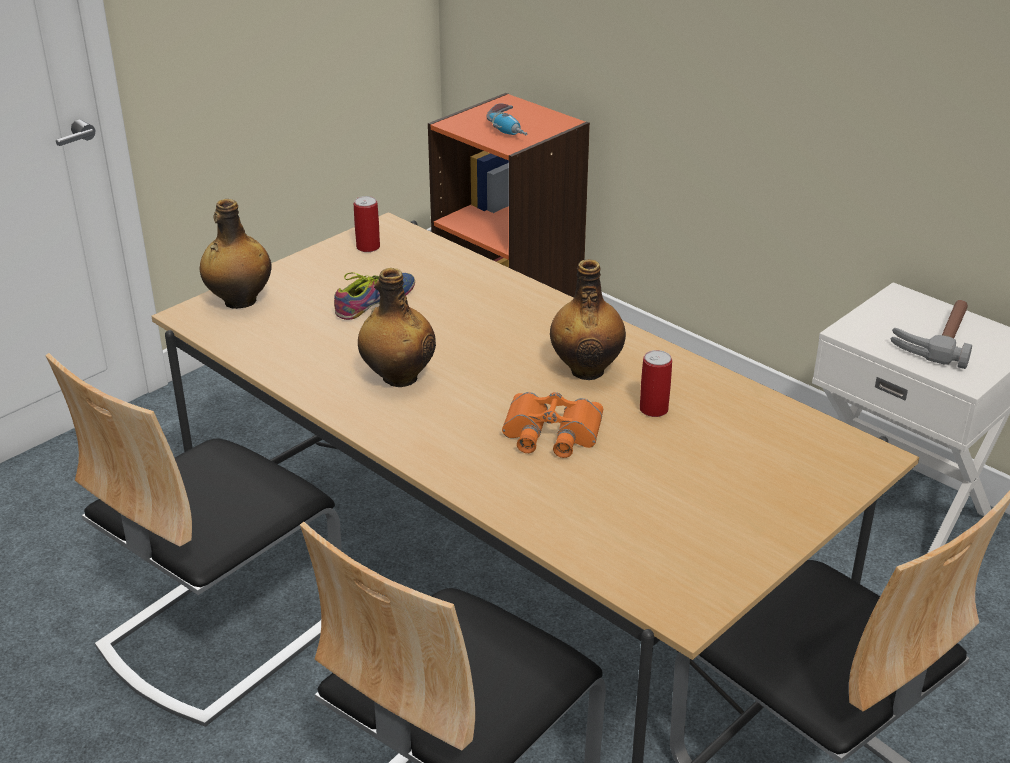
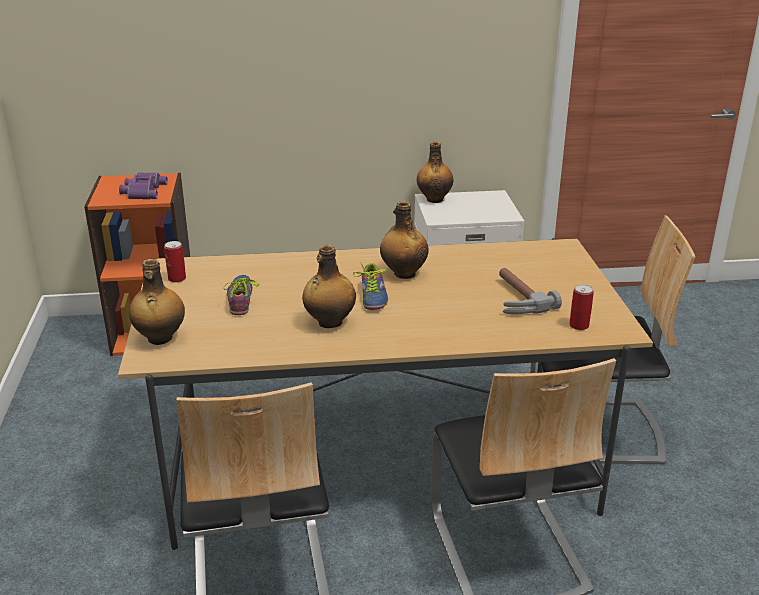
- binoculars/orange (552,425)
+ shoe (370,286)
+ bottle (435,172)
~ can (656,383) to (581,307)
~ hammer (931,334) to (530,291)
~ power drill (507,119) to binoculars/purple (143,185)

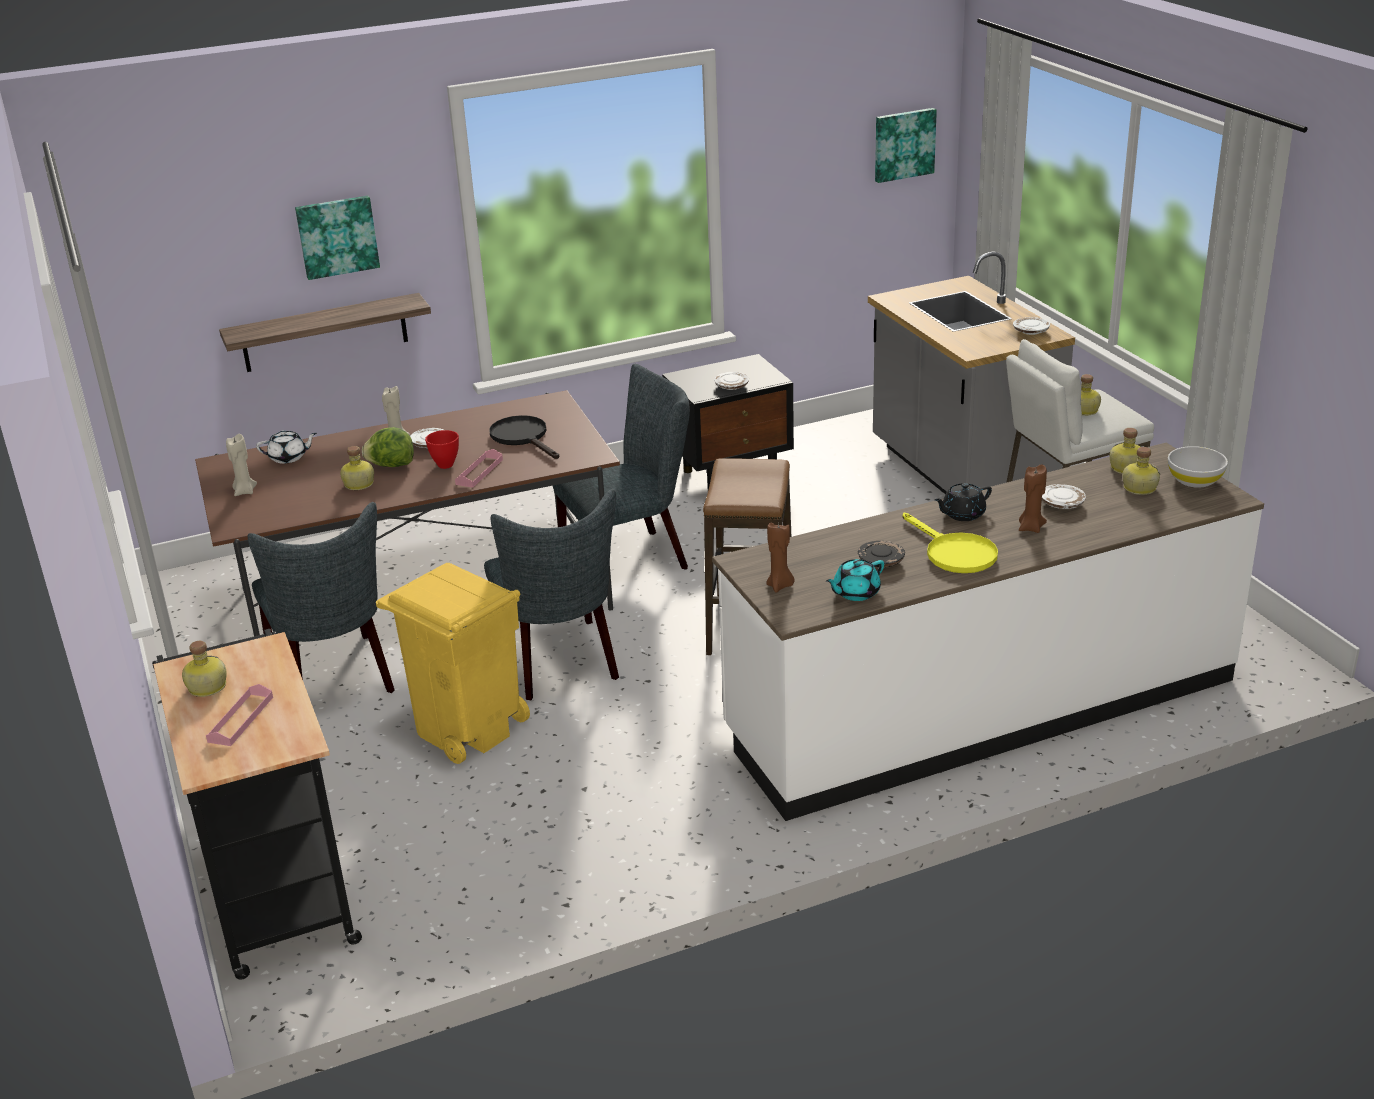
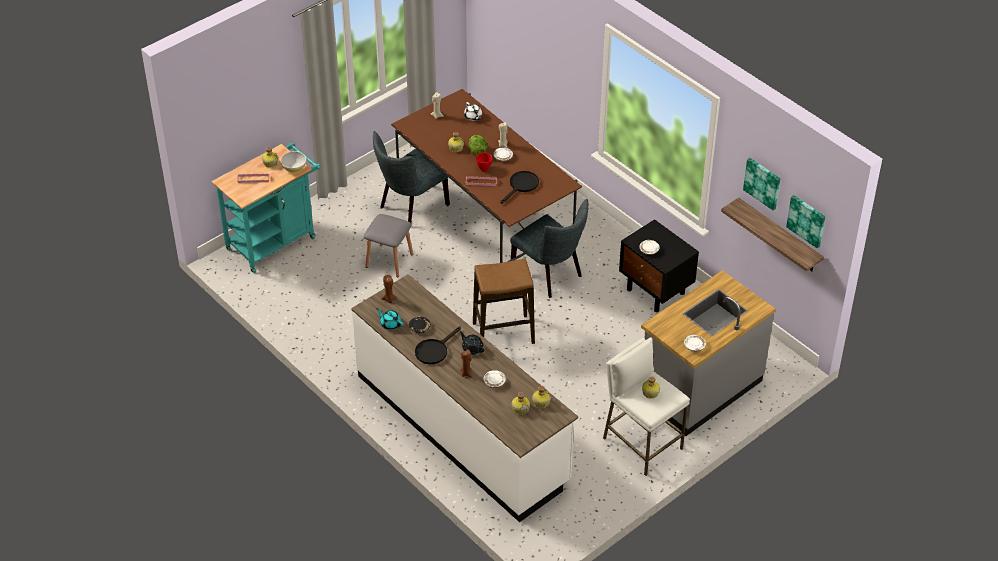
- chair/grey (551,594)
~ shelf (325,332) to (772,234)
~ picture (337,238) to (761,184)
~ bowl/white (1198,467) to (293,161)
~ trash can/yellow (453,663) to stool/grey (388,245)
~ cart/black (257,804) to cart/turquoise (266,208)
~ frying pan/yellow (950,543) to frying pan/black (438,345)

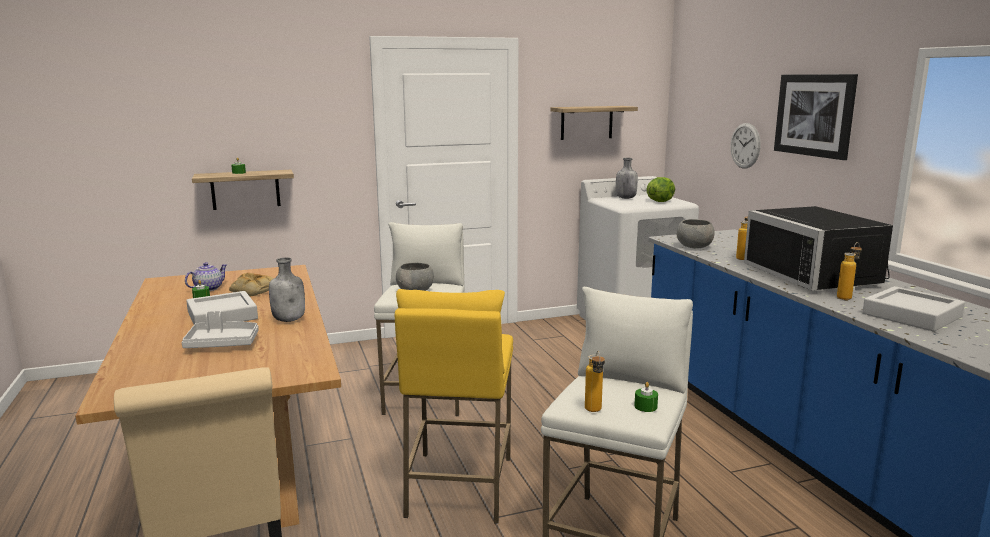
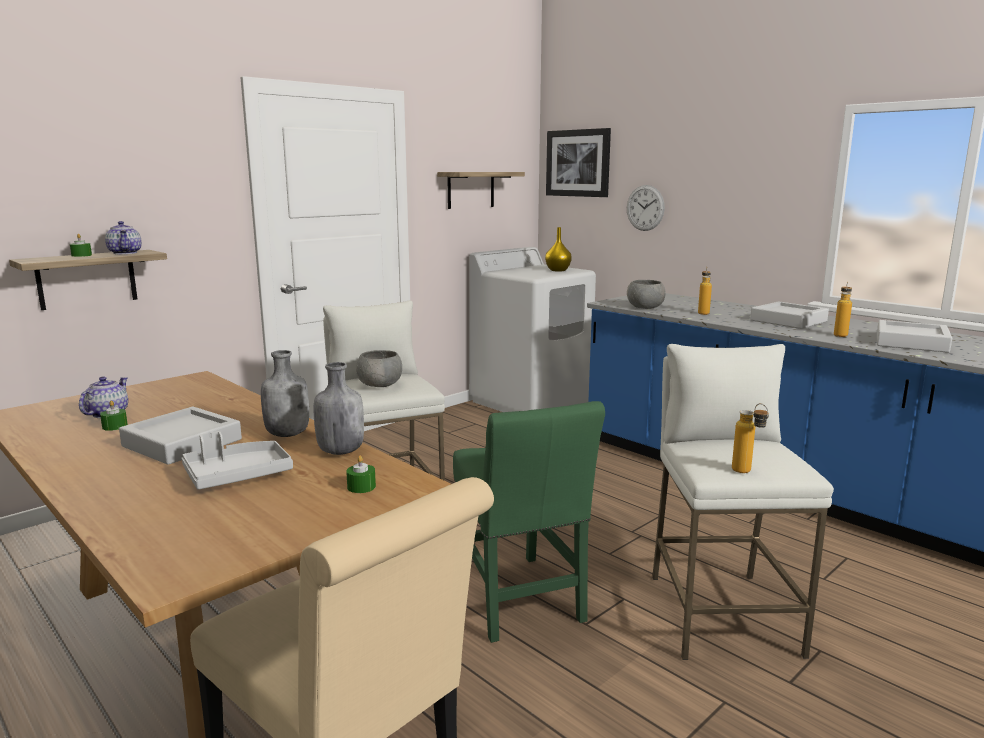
- bread (251,284)
+ teapot (123,237)
~ bottle/grey (627,178) to (339,408)
~ candle/green (646,397) to (361,474)
~ picture (816,117) to (578,162)
~ stool/yellow (454,406) to chair/green (529,522)
~ lettuce (661,189) to vase/yellow (558,249)
~ microwave/black (818,248) to tray/grey (789,315)

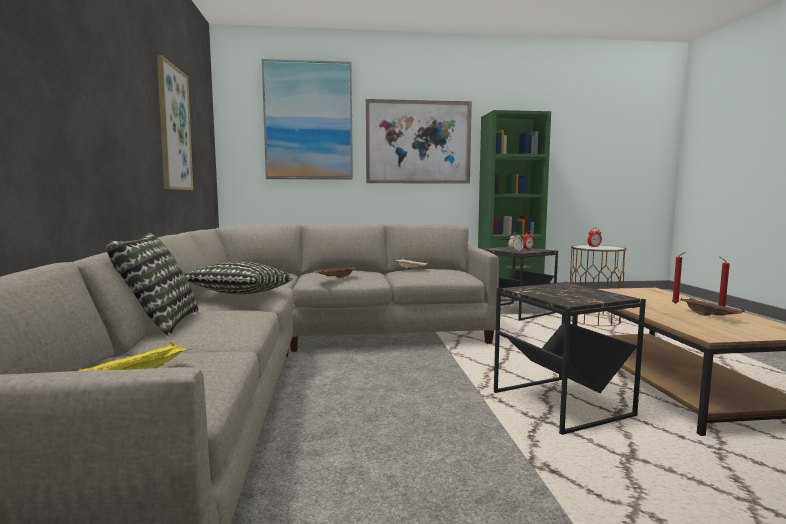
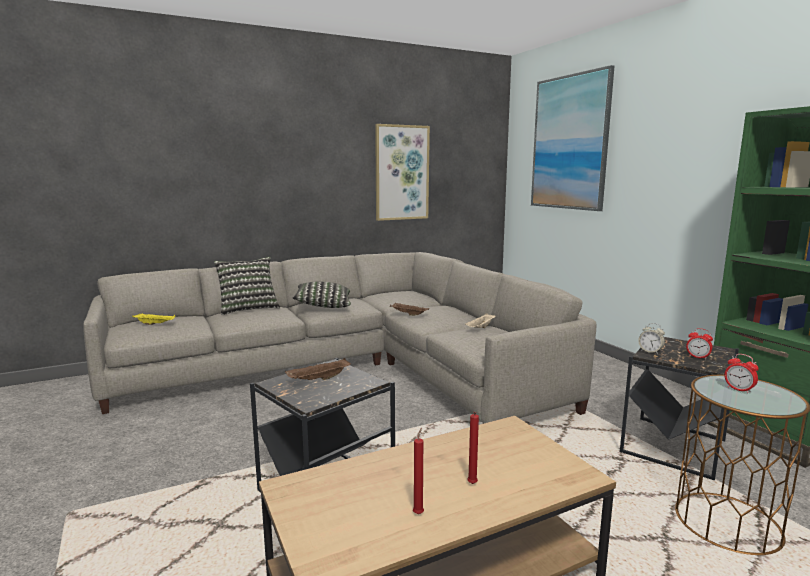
- picture (419,141)
~ tray/brown (712,307) to (318,369)

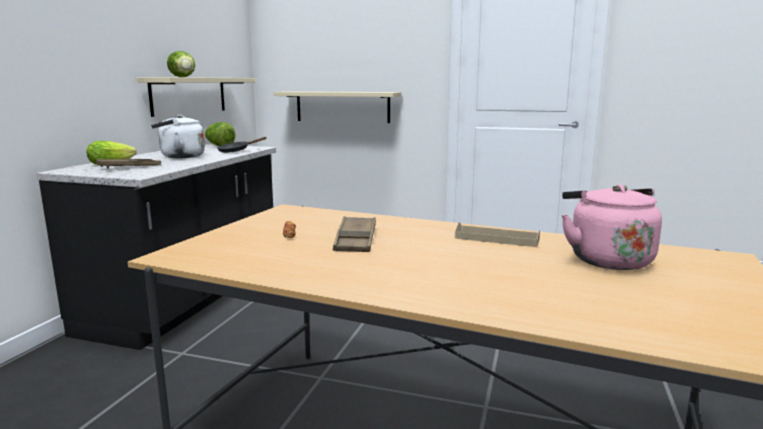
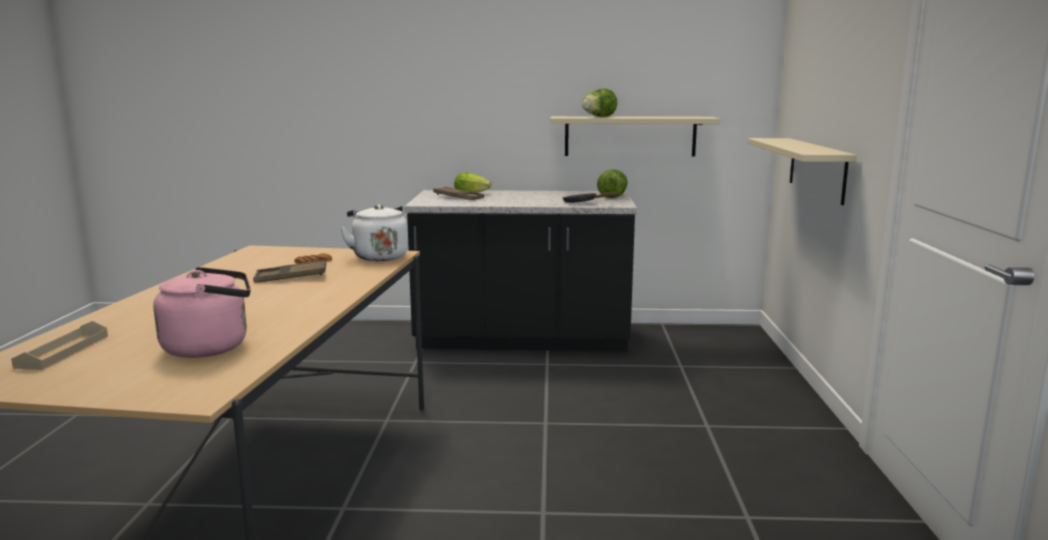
~ kettle/white (178,136) to (374,232)
~ tray/beige (497,234) to (59,345)

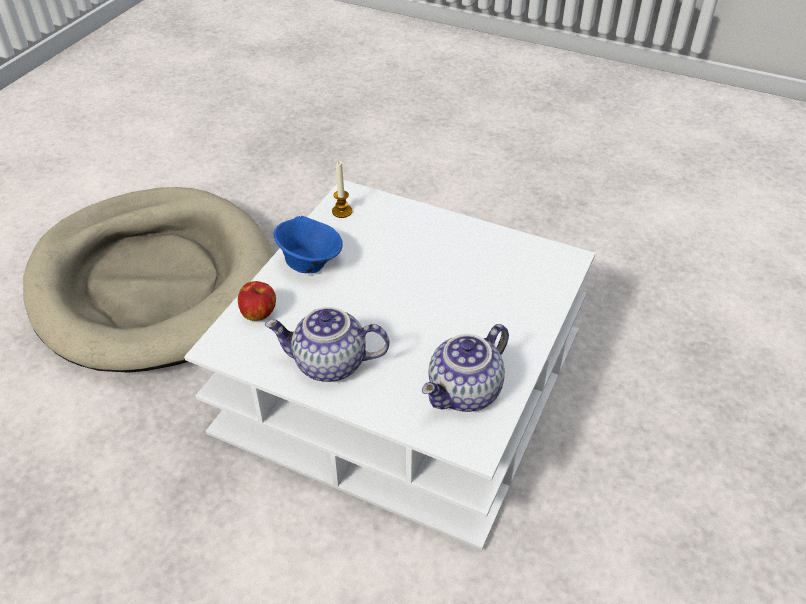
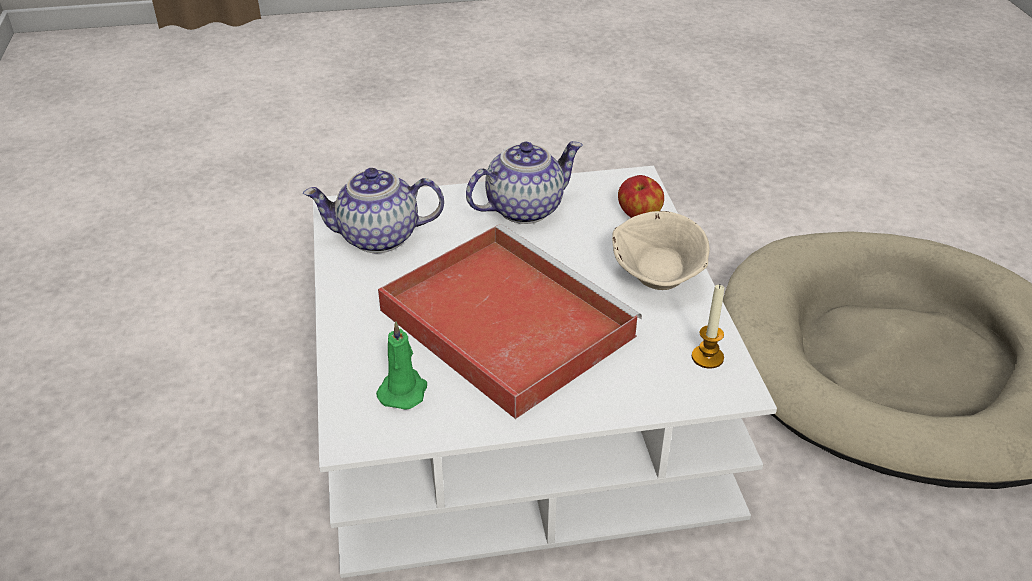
+ candle/green (401,365)
+ tray/red (510,321)
~ bowl/blue (308,244) to bowl/beige (661,250)
~ teapot (465,368) = (373,210) 105 degrees counterclockwise

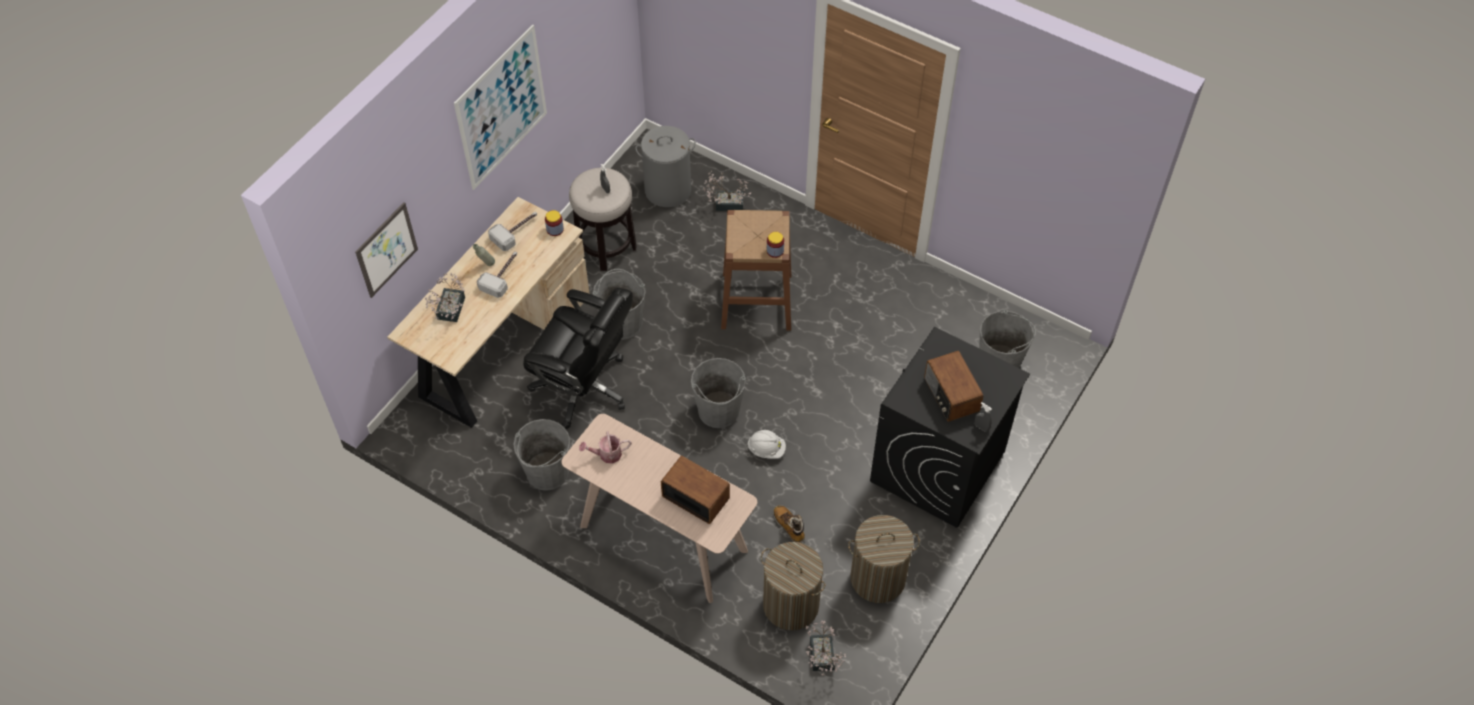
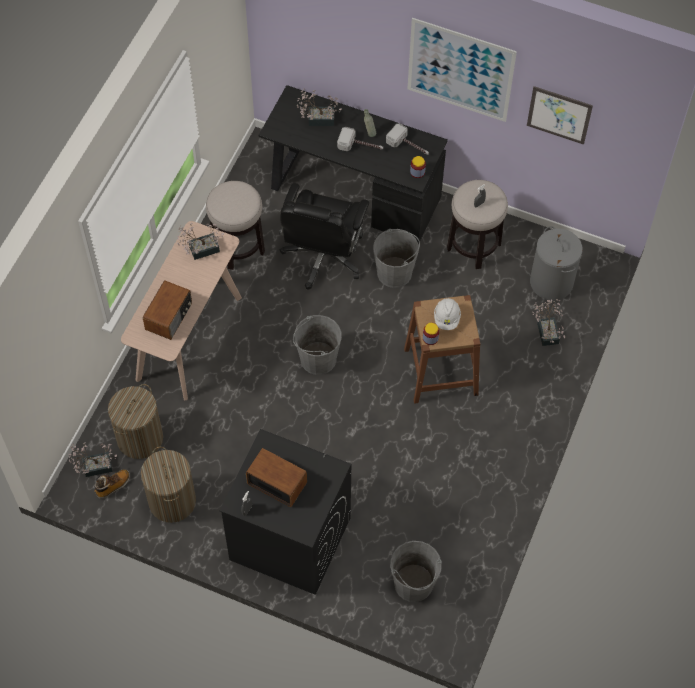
~ picture (386,250) to (560,115)
~ hard hat/white (766,444) to (447,314)
~ boot (789,524) to (112,484)
~ bucket/grey (541,455) to stool (235,225)
~ watering can (605,447) to potted plant (200,241)
~ desk/beige (488,312) to desk/black (353,164)
~ radio (953,386) = (276,477) 60 degrees clockwise

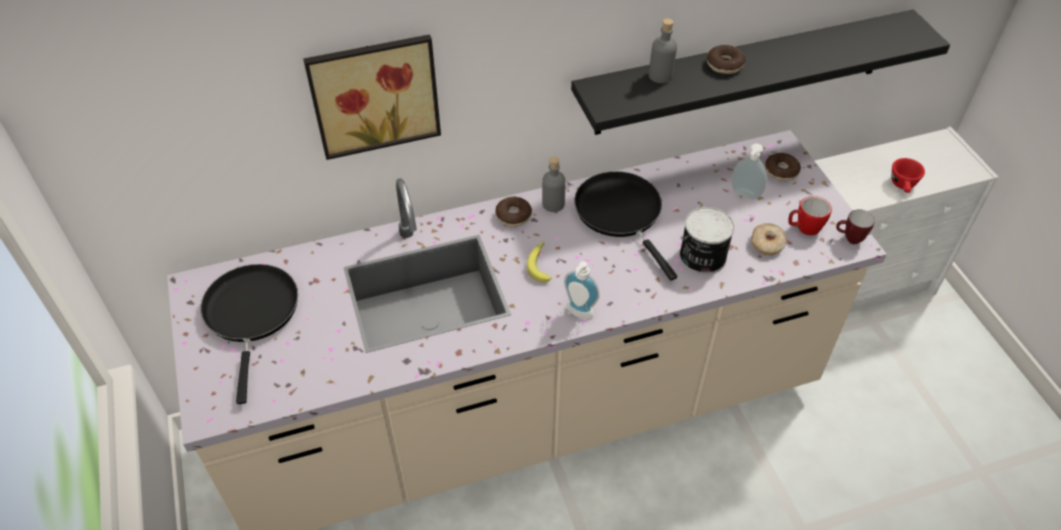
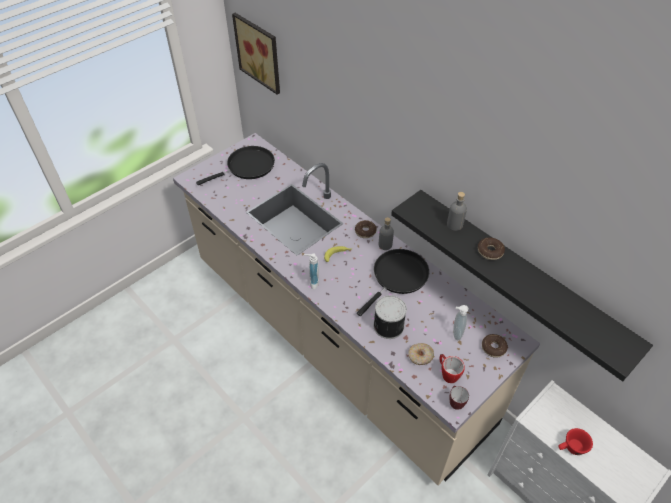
~ picture (372,97) to (256,54)

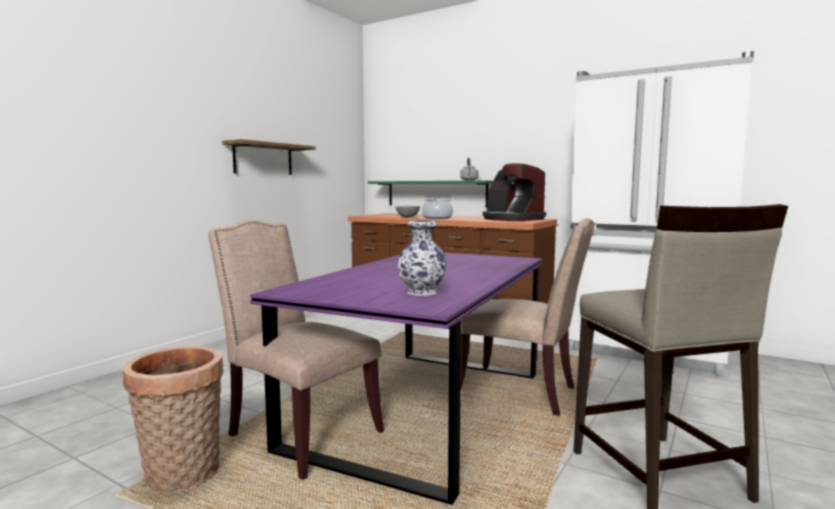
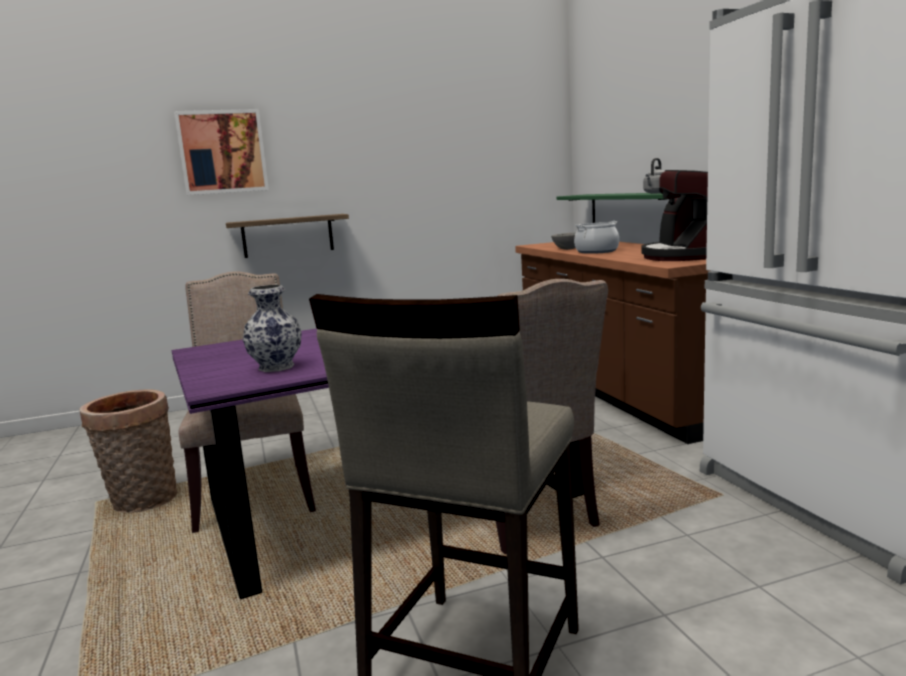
+ picture (221,152)
~ shelf (269,157) to (287,236)

